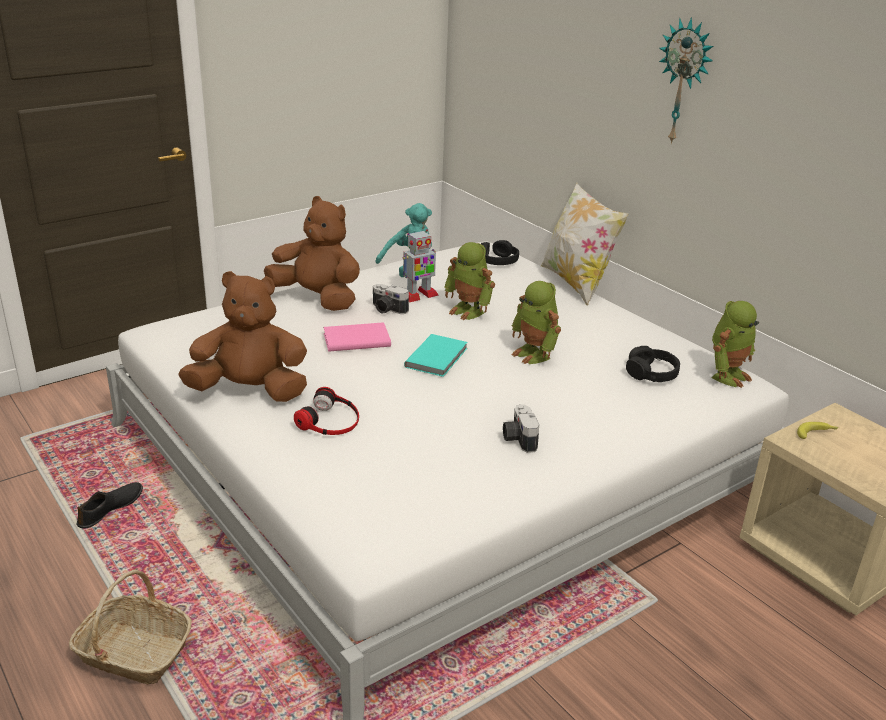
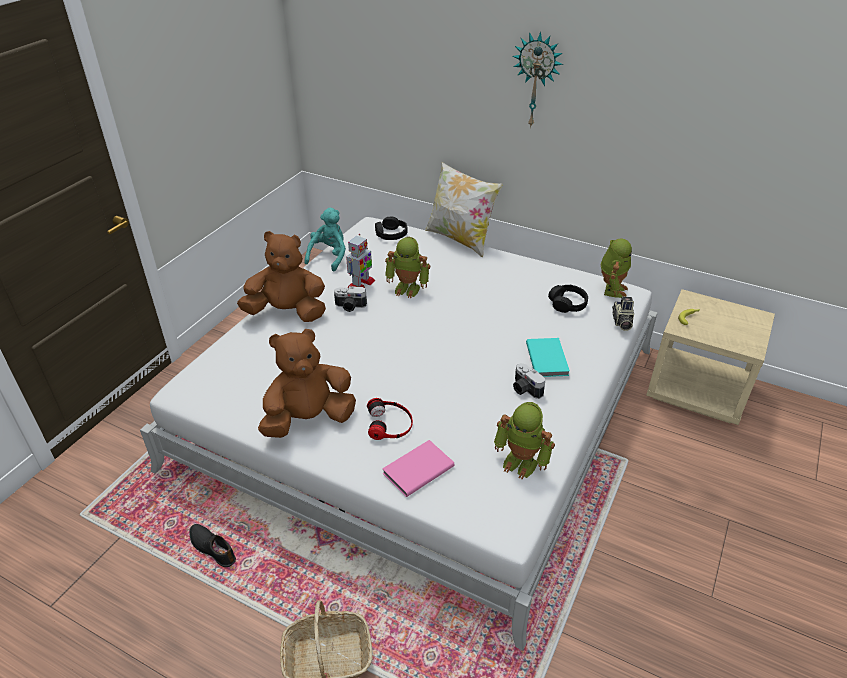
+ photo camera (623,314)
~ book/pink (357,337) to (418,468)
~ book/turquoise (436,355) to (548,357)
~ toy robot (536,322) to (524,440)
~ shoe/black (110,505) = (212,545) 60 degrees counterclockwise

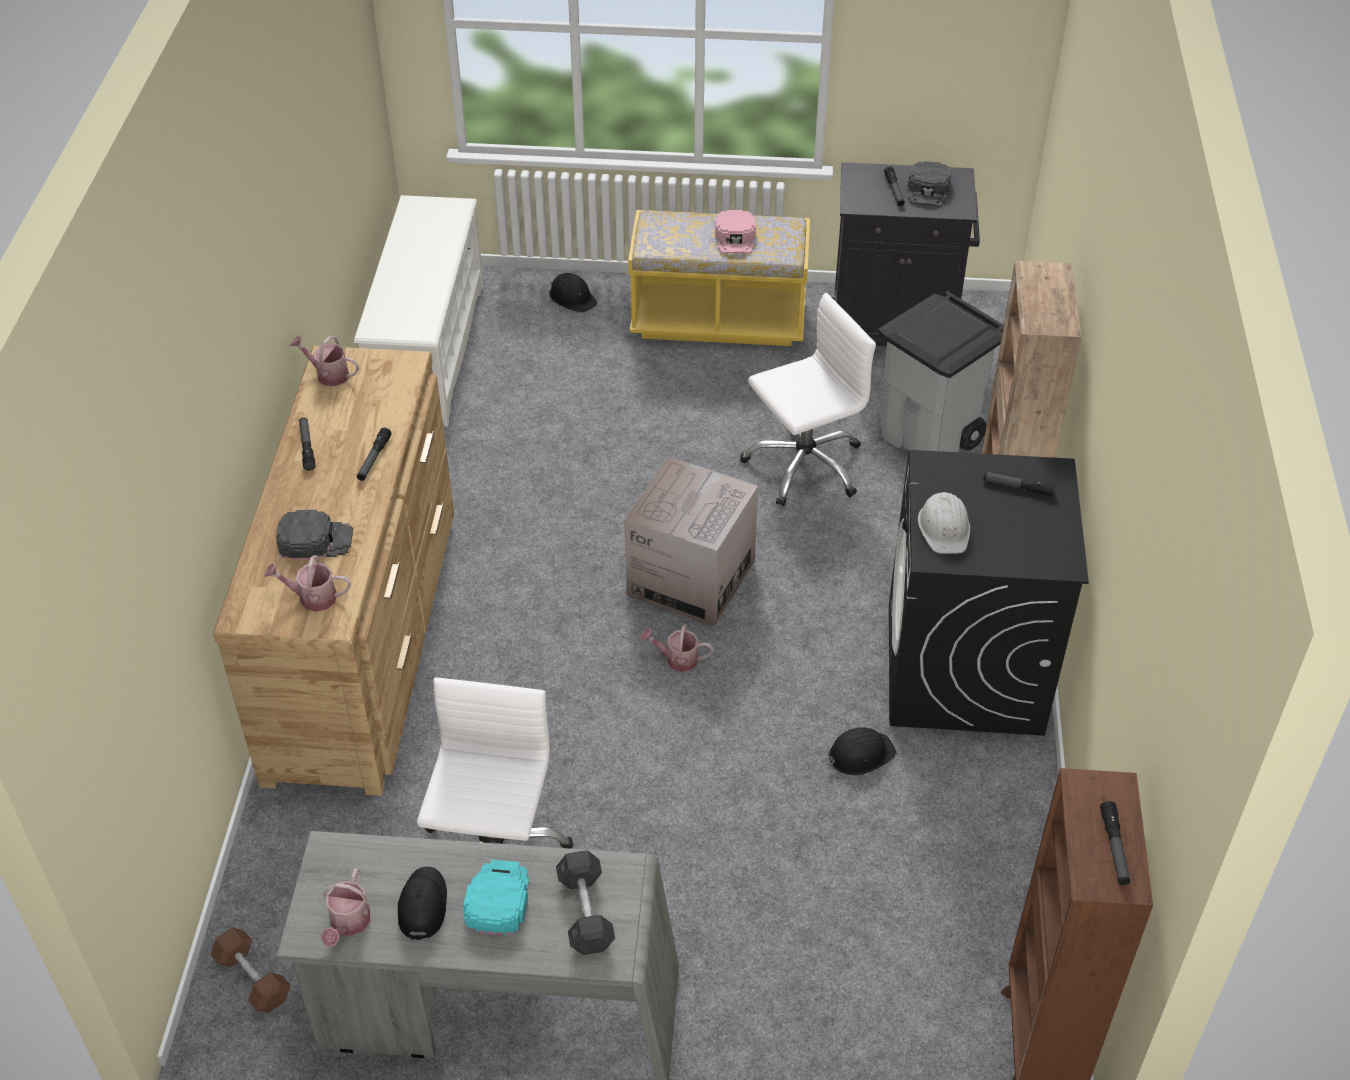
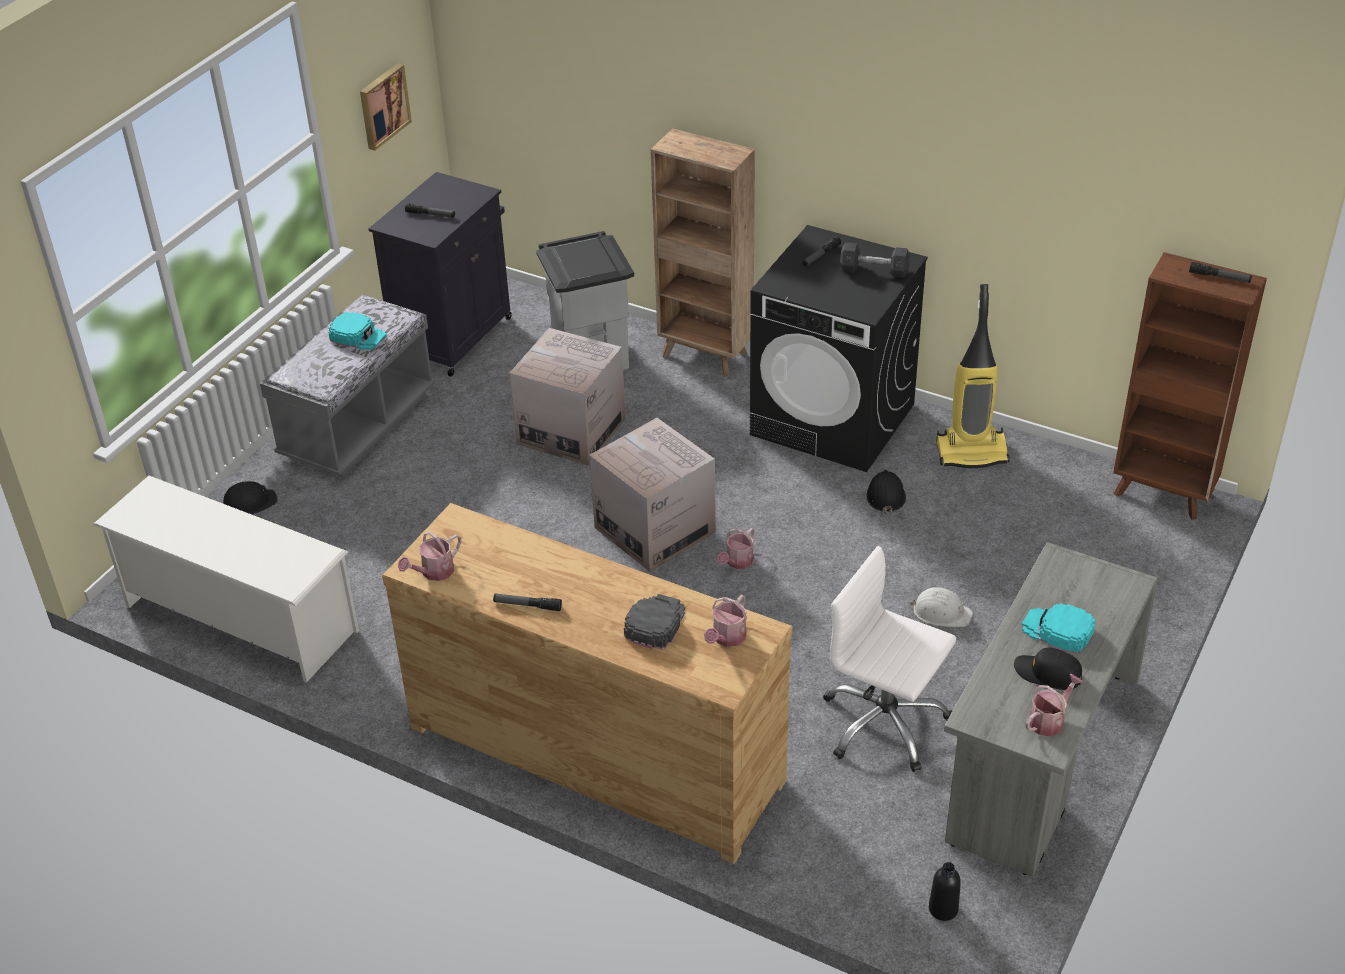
- flashlight (374,454)
- cap/black (930,184)
+ picture (386,107)
+ vacuum cleaner (973,376)
~ dumbbell/grey (585,902) to (875,260)
~ hard hat/white (944,523) to (941,607)
~ dumbbell/brown (250,970) to bottle/black (945,891)
~ office chair/white (808,399) to cardboard box (567,397)
~ bench/yellow (719,278) to bench/grey (348,385)
~ cap/pink (735,232) to cap/turquoise (357,331)
~ watering can (345,907) = (1054,705) 75 degrees counterclockwise

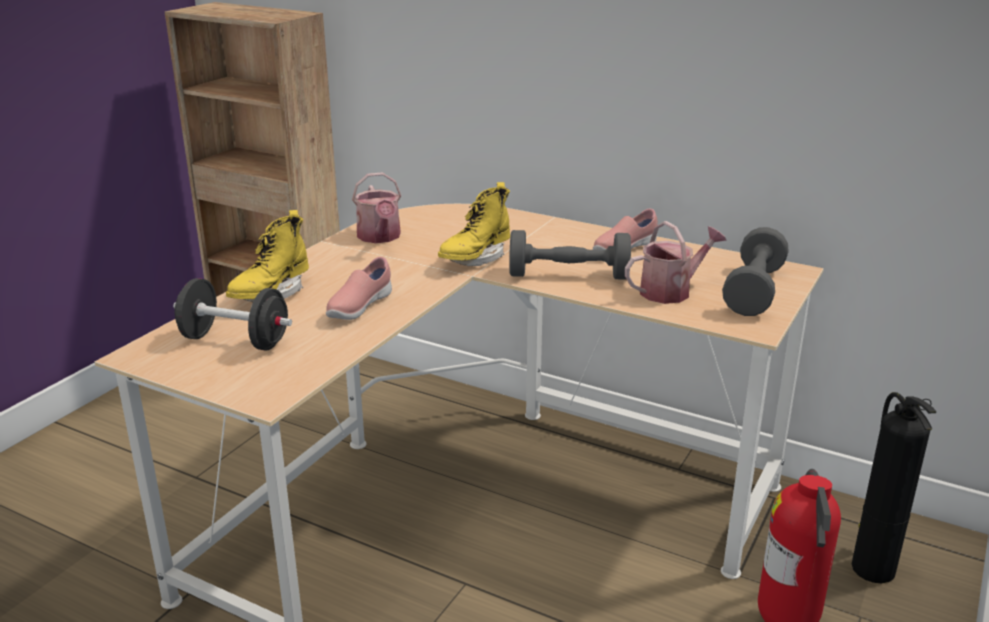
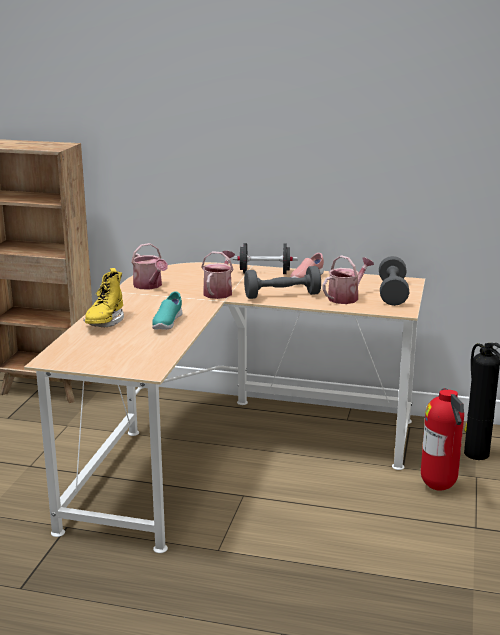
~ dumbbell/black (232,314) to (265,258)
~ boot/yellow (474,224) to watering can (218,275)
~ shoe/pink (359,288) to shoe/turquoise (167,310)

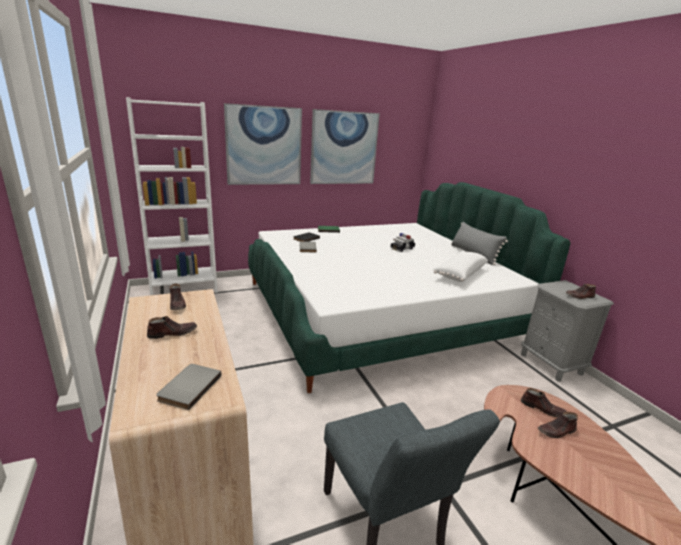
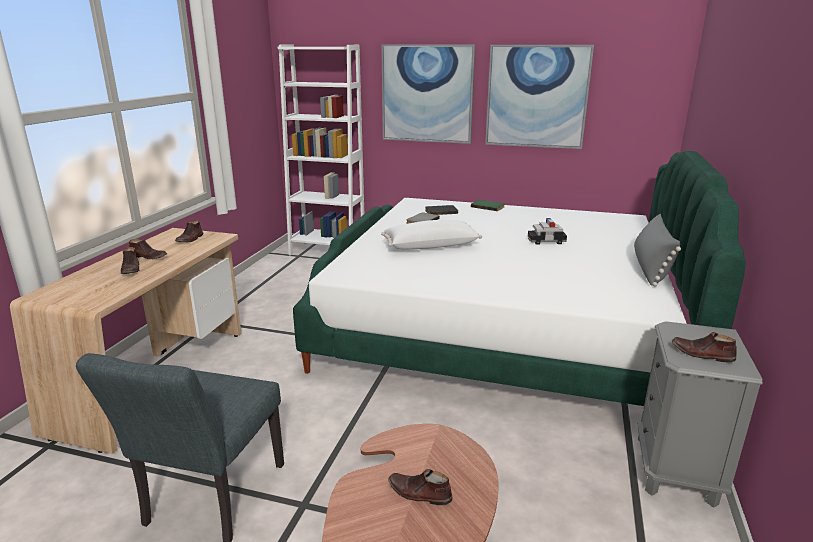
- book/grey (189,387)
~ pillow/white (460,266) to (431,235)
~ shoe/brown (544,402) to (130,260)

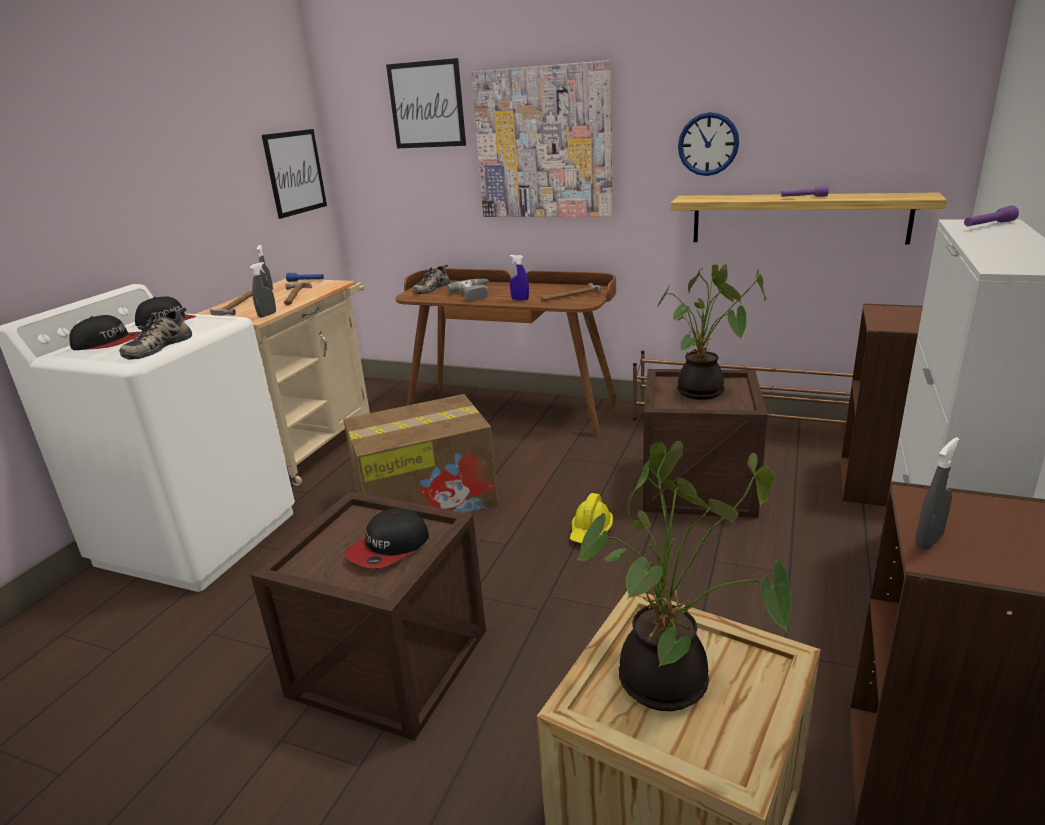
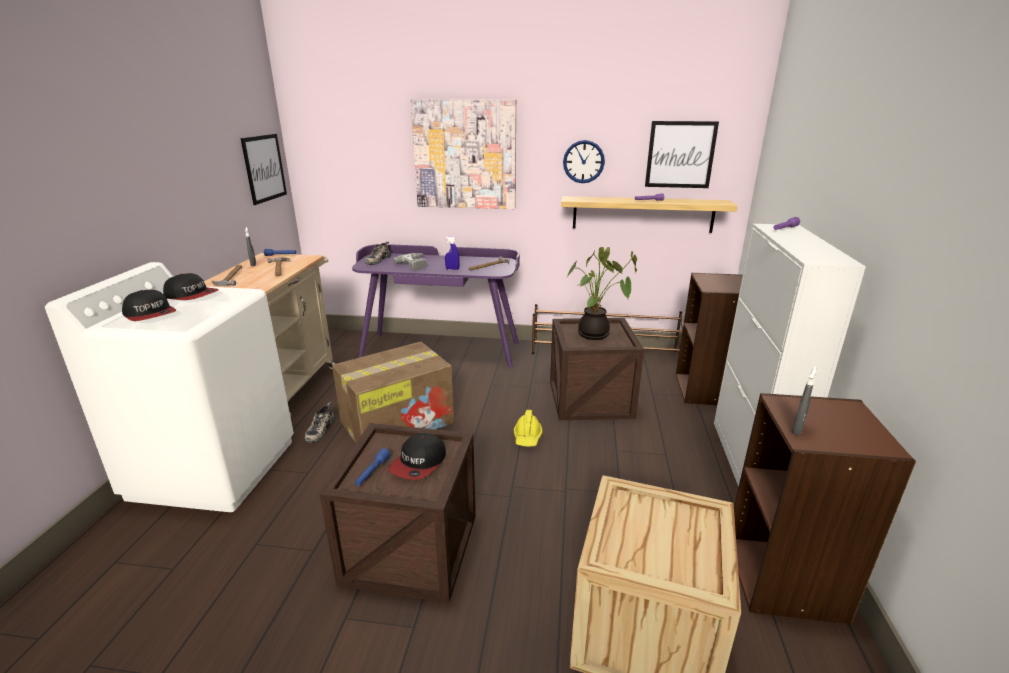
- spray bottle/grey (263,289)
- potted plant (683,576)
+ flashlight/blue (372,467)
~ shoe (155,333) to (320,422)
~ picture (426,103) to (682,154)
~ desk/brown (507,352) to desk/purple (436,306)
~ cap (105,332) = (149,305) 45 degrees clockwise

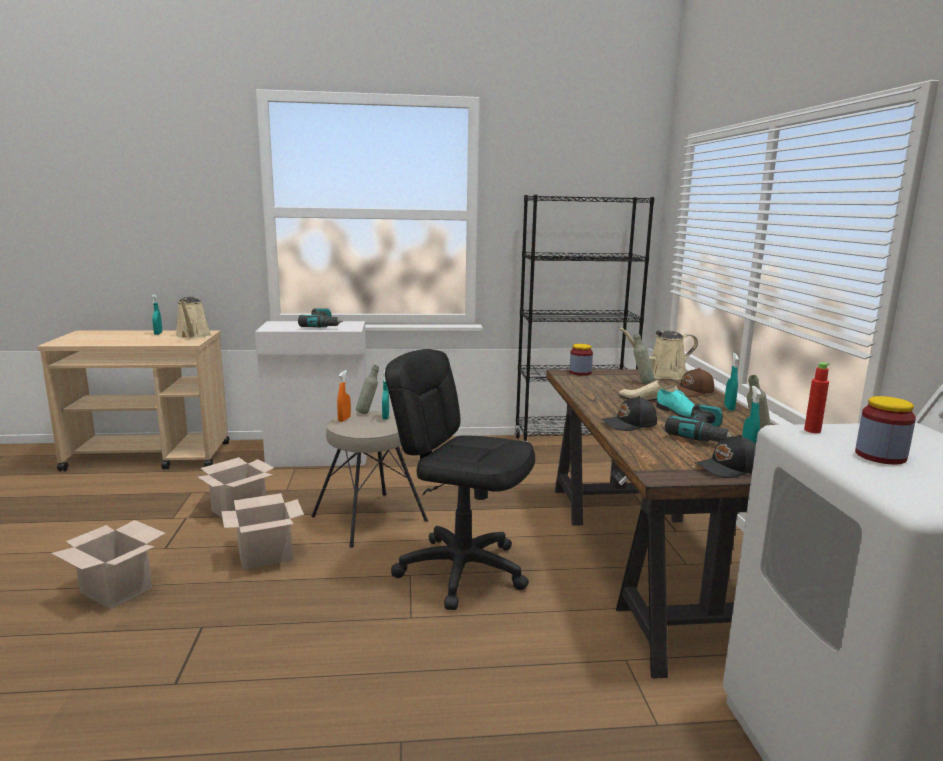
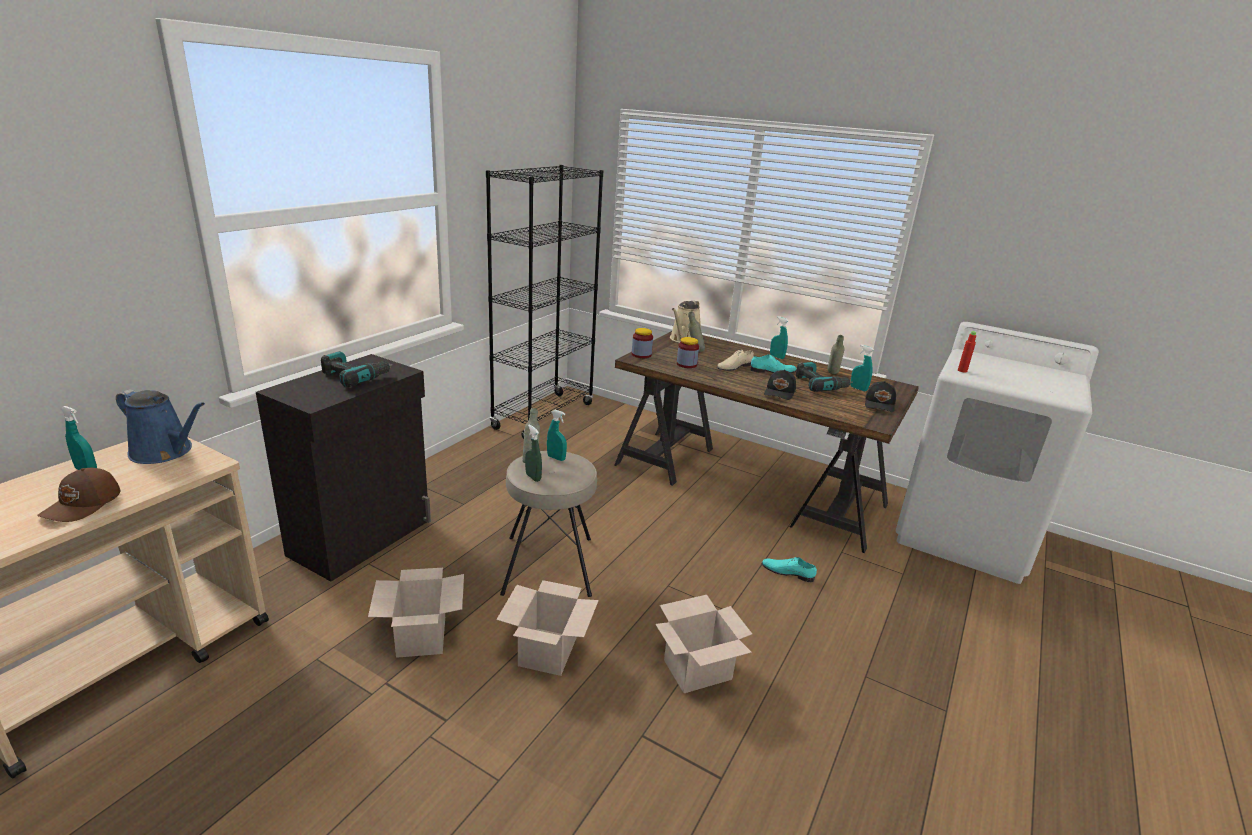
- office chair/black (460,479)
+ shoe/turquoise (789,569)
~ cardboard box (108,564) to (703,644)
~ cap/brown (695,382) to (78,495)
~ jar (885,430) to (688,352)
~ watering can/beige (193,318) to watering can/blue (160,427)
~ cabinet/white (311,394) to cabinet/black (343,468)
~ spray bottle/orange (344,396) to spray bottle/green (533,453)

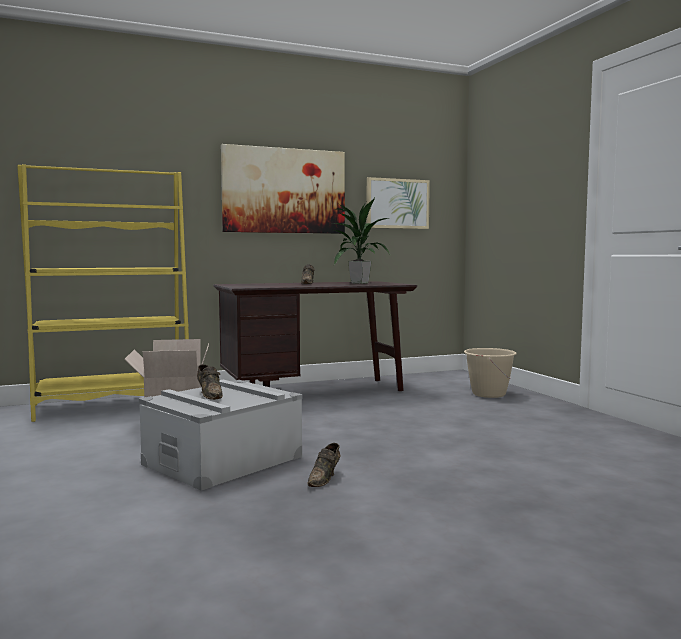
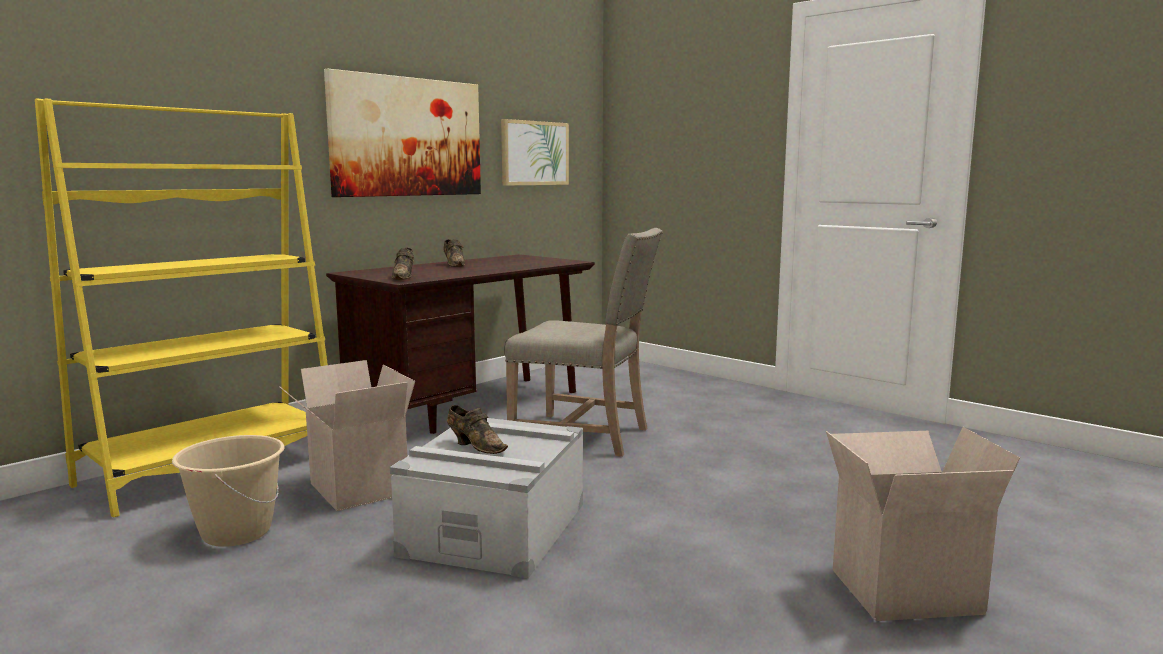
- potted plant (362,241)
+ chair/beige (583,342)
+ cardboard box (923,524)
~ shoe/brown (324,465) to (402,264)
~ bucket/beige (490,373) to (228,491)

